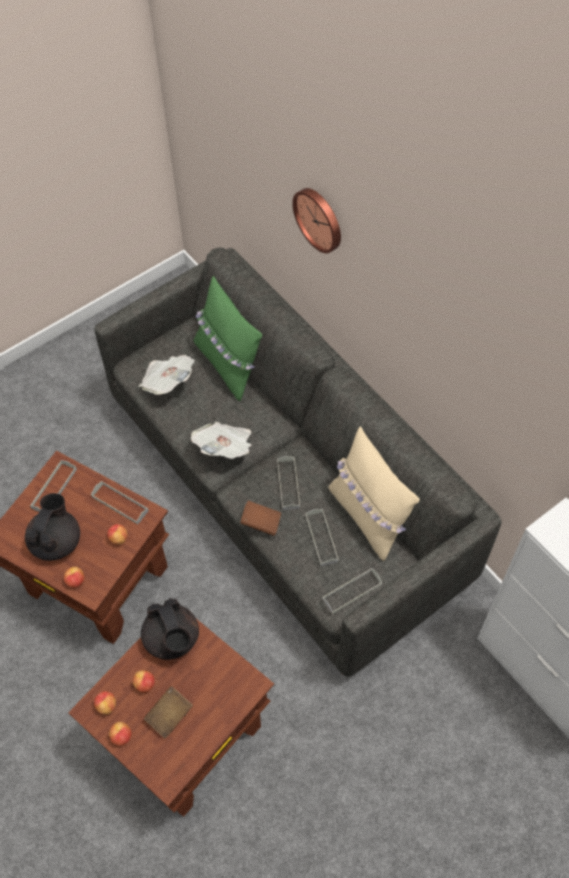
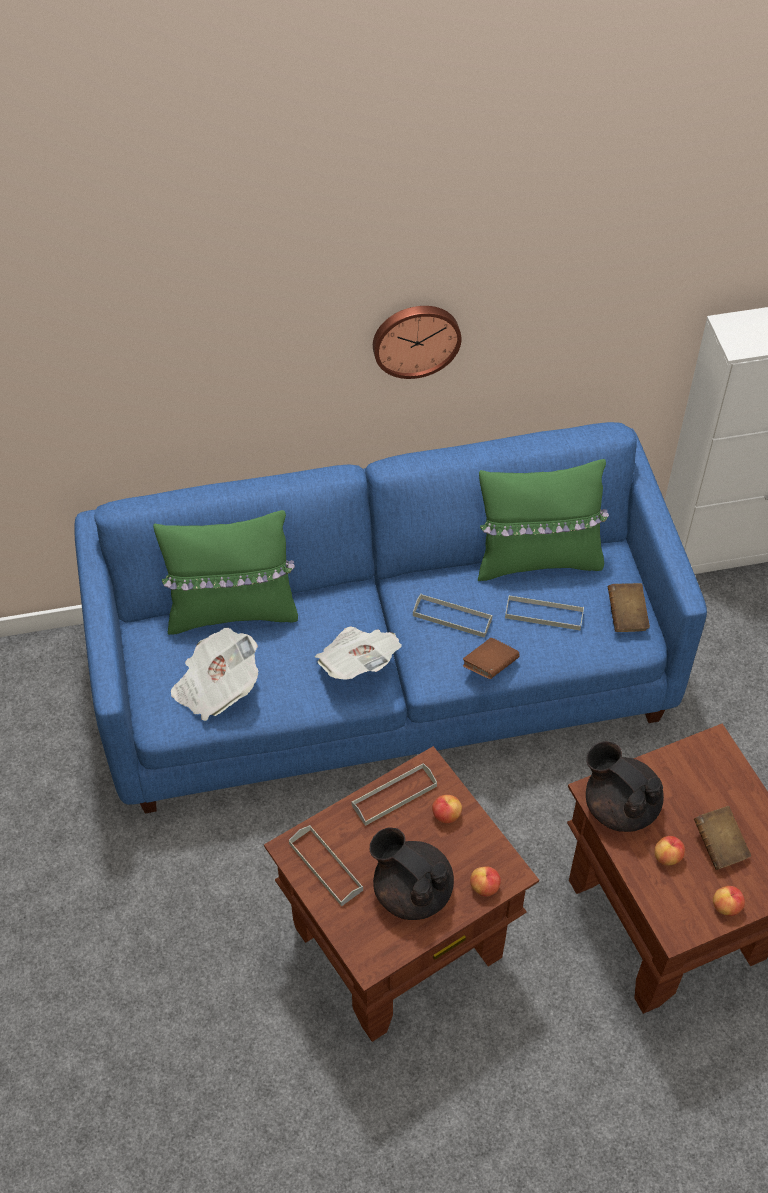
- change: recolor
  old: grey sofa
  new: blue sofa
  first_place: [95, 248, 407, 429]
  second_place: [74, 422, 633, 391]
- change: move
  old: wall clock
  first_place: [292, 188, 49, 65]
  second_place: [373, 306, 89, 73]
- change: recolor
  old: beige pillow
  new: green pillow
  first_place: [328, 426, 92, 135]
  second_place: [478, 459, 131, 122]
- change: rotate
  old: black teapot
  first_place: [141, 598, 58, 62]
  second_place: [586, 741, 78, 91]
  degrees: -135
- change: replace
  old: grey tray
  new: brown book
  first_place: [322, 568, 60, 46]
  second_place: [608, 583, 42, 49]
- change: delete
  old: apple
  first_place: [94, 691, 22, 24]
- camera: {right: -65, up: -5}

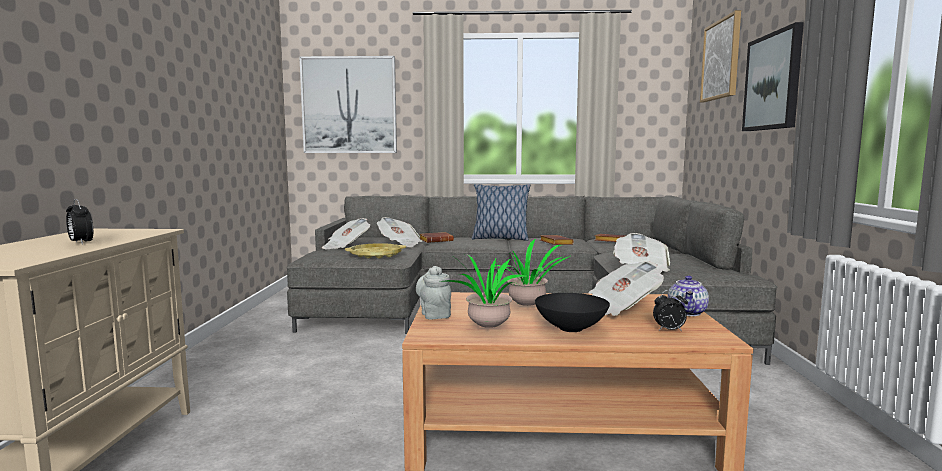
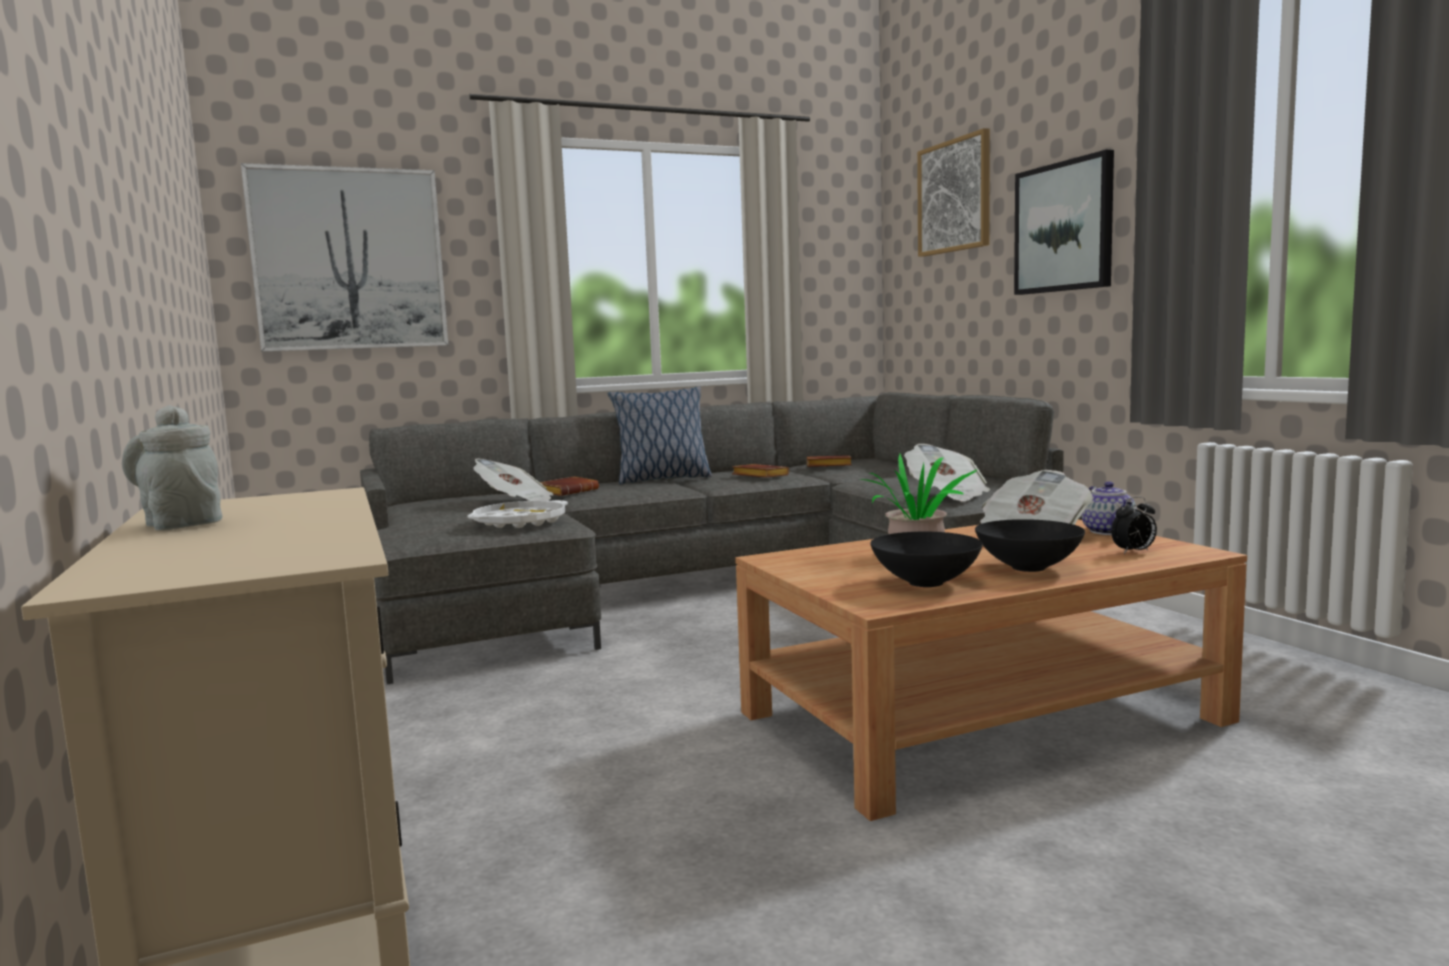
- change: move
  old: grey teapot
  first_place: [416, 266, 35, 53]
  second_place: [122, 405, 100, 126]
- change: recolor
  old: yellow tray
  new: white tray
  first_place: [345, 243, 61, 16]
  second_place: [467, 500, 101, 28]
- change: replace
  old: potted plant
  new: black bowl
  first_place: [439, 255, 87, 73]
  second_place: [870, 532, 113, 55]
- change: delete
  old: alarm clock
  first_place: [66, 199, 27, 46]
- change: delete
  old: newspaper
  first_place: [322, 218, 48, 31]
- camera: {right: -25, up: 0}

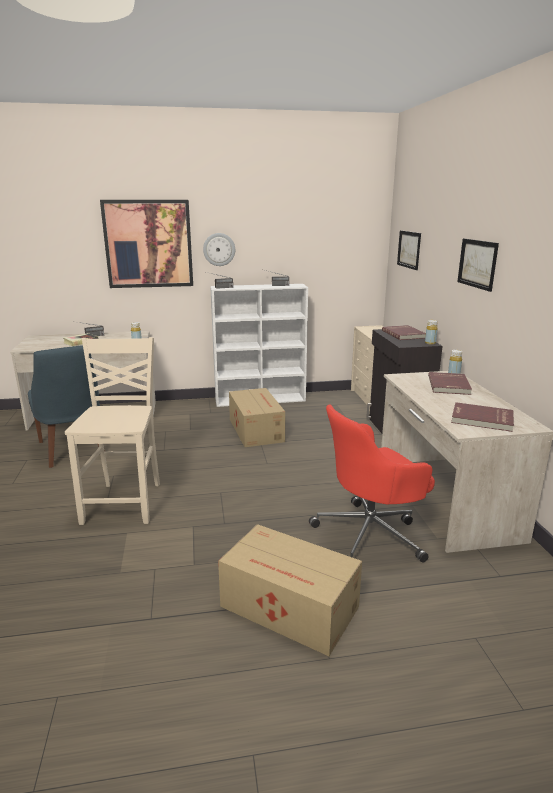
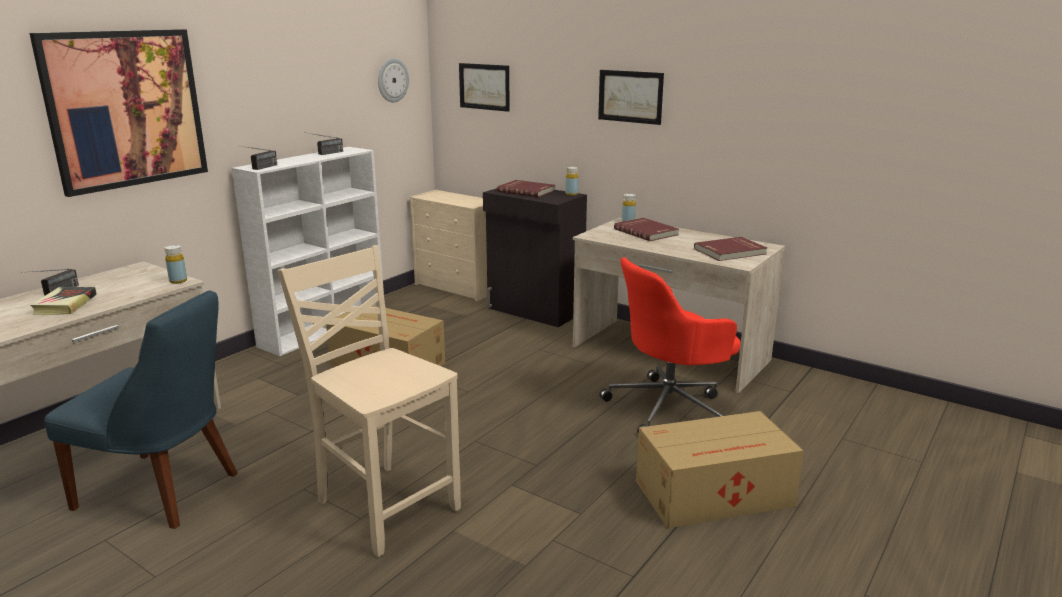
- change: move
  old: wall clock
  first_place: [203, 233, 32, 33]
  second_place: [378, 58, 31, 44]
- change: rotate
  old: red office chair
  first_place: [309, 405, 126, 158]
  second_place: [599, 257, 142, 177]
  degrees: 45
- camera: {right: -45, up: 0}

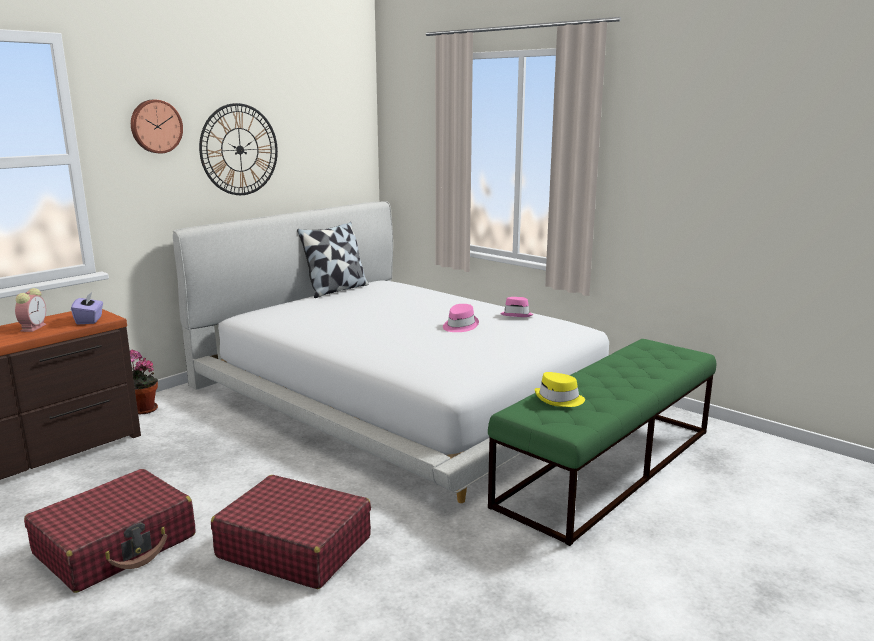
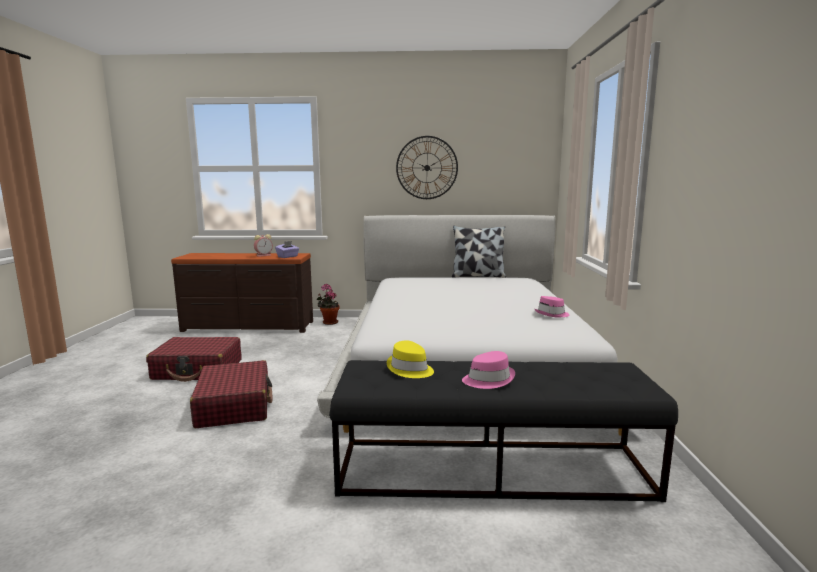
- change: recolor
  old: green bench
  new: black bench
  first_place: [488, 339, 228, 207]
  second_place: [329, 360, 349, 142]
- change: move
  old: pink hat
  first_place: [443, 304, 36, 28]
  second_place: [462, 351, 53, 38]
- change: delete
  old: wall clock
  first_place: [131, 100, 52, 53]
- camera: {right: 50, up: -5}

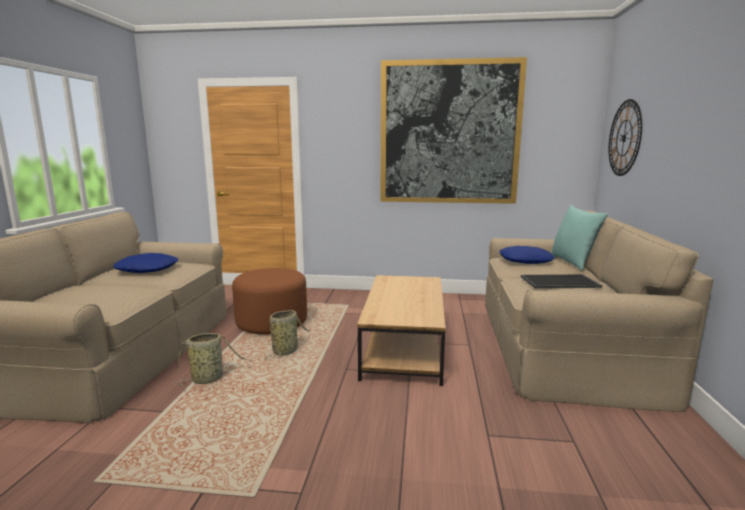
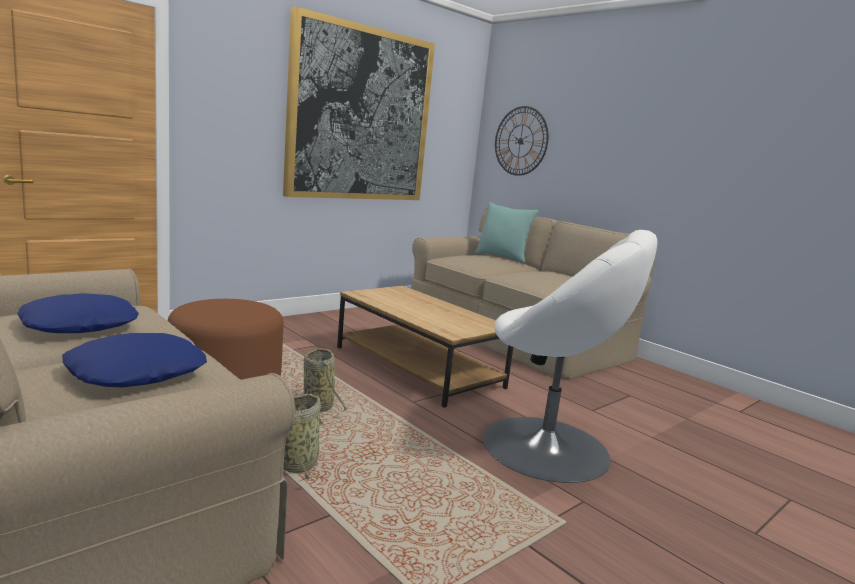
- change: move
  old: blue pillow
  first_place: [500, 246, 55, 18]
  second_place: [62, 333, 145, 54]
- change: insert
  new: white armchair
  second_place: [483, 230, 174, 253]
- change: delete
  old: tray
  first_place: [521, 274, 81, 15]
- camera: {right: -50, up: 0}

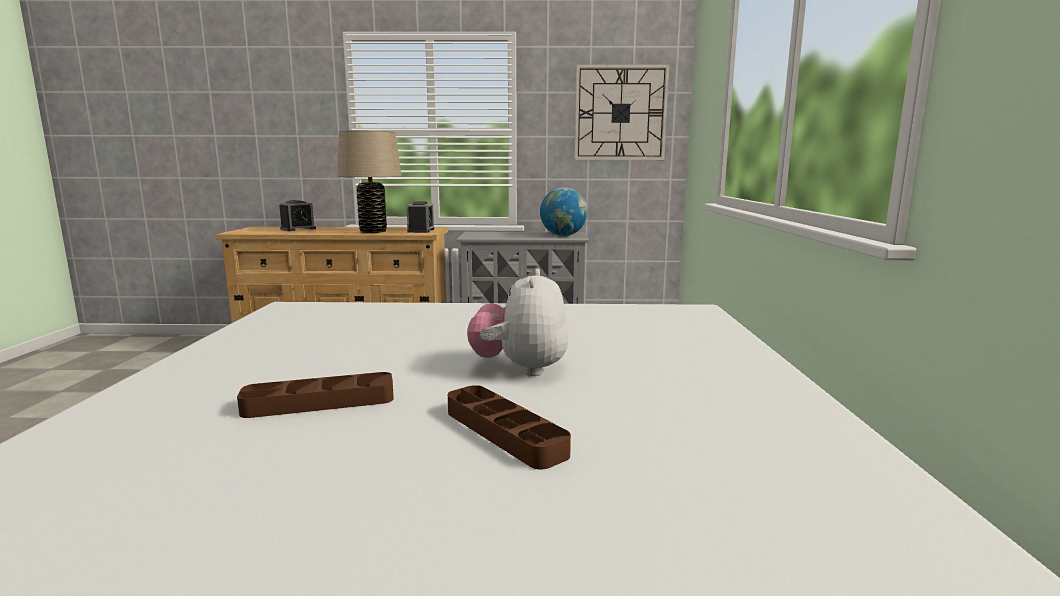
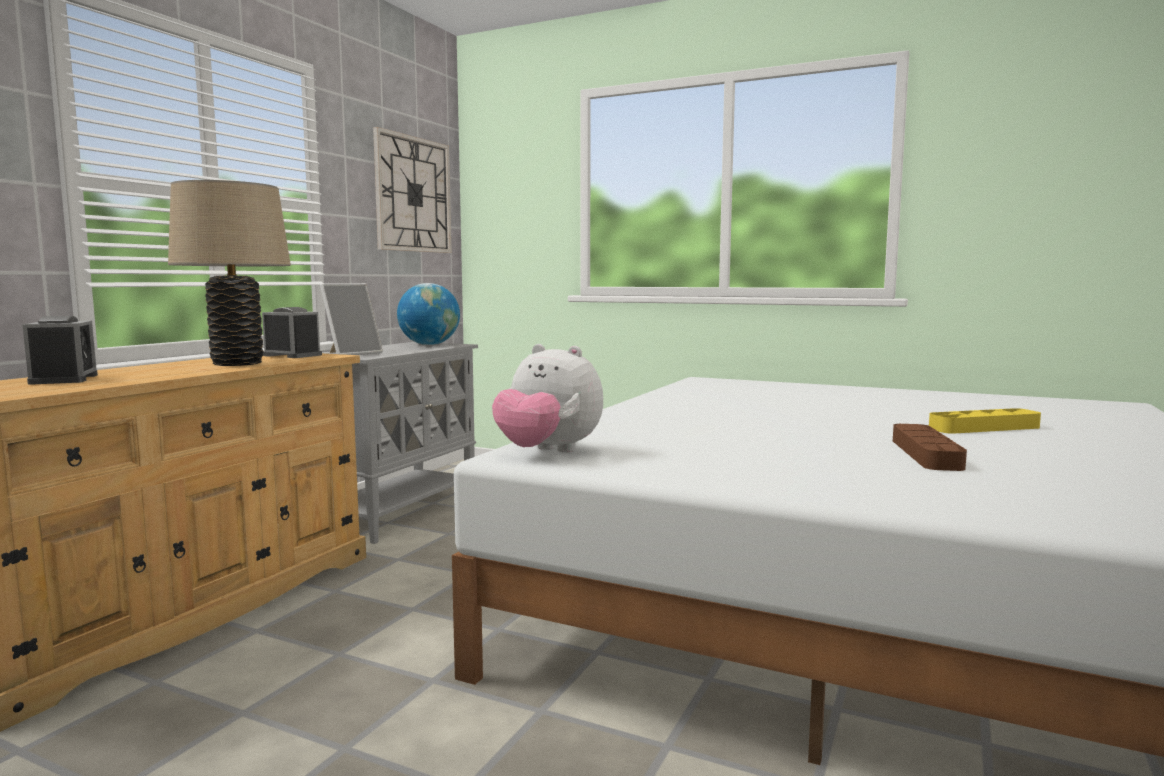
- change: insert
  new: picture frame
  second_place: [320, 283, 63, 72]
- change: move
  old: plush toy
  first_place: [467, 268, 101, 108]
  second_place: [492, 344, 111, 109]
- change: recolor
  old: brown tray
  new: yellow tray
  first_place: [448, 385, 123, 84]
  second_place: [929, 408, 112, 26]
- camera: {right: -65, up: -5}

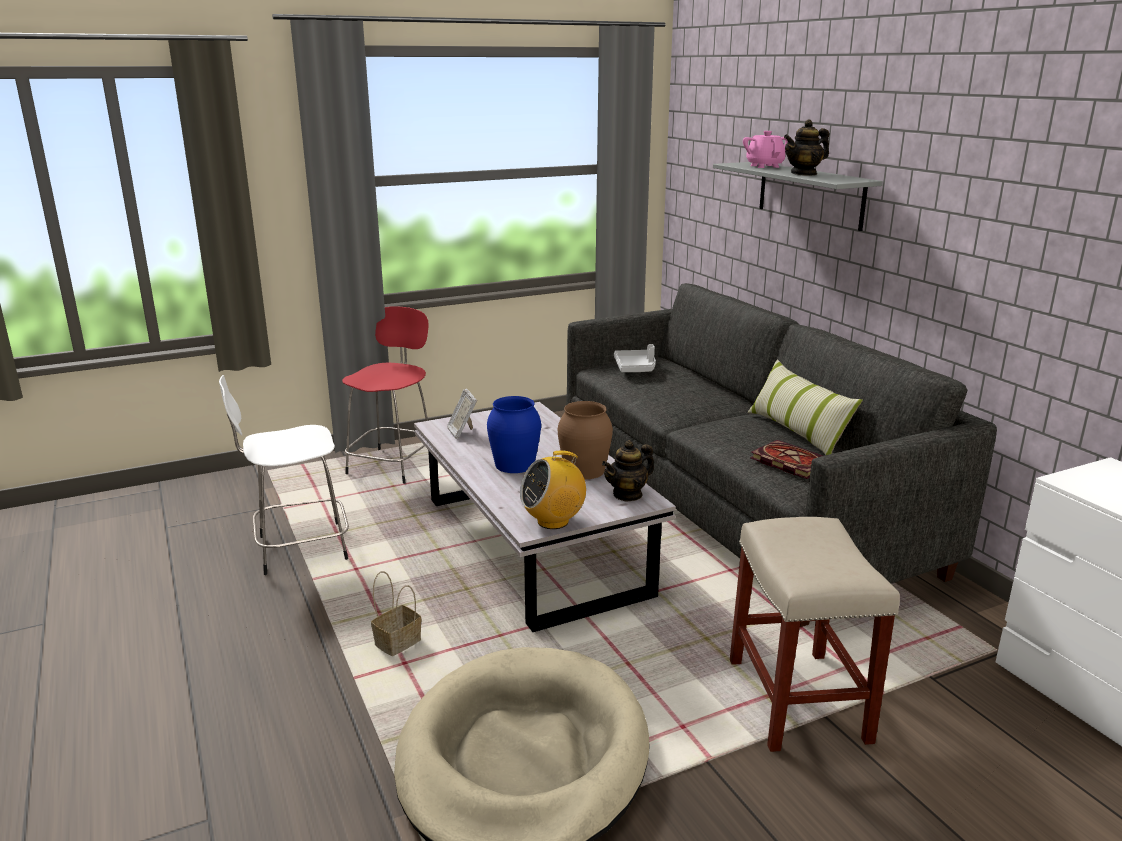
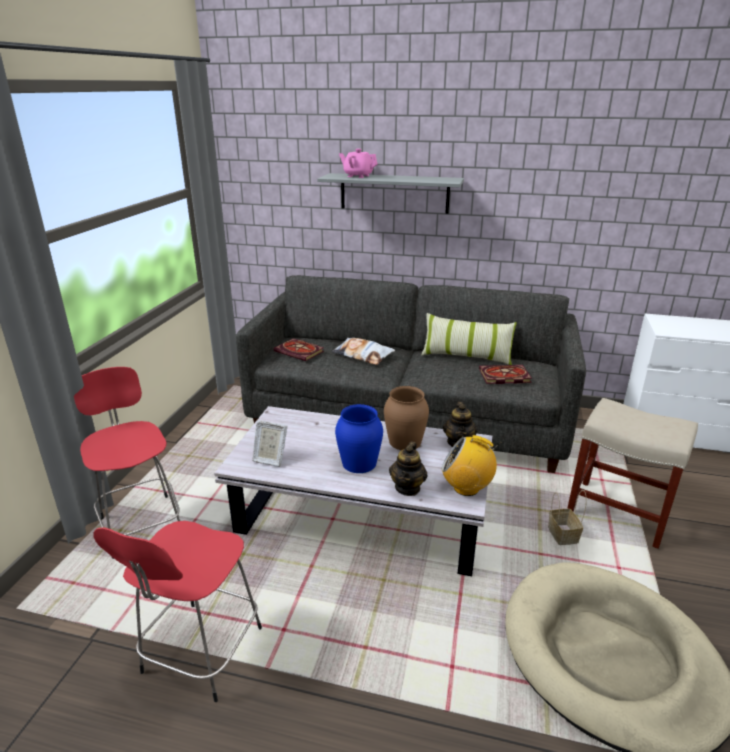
- change: recolor
  old: white stool
  new: red stool
  first_place: [219, 375, 130, 200]
  second_place: [93, 521, 169, 181]
- change: replace
  old: grey tray
  new: book
  first_place: [614, 344, 42, 28]
  second_place: [274, 338, 50, 23]
- change: insert
  new: pillow
  second_place: [331, 338, 64, 27]
- change: move
  old: teapot
  first_place: [784, 119, 45, 57]
  second_place: [389, 441, 39, 55]
- change: rotate
  old: radio
  first_place: [520, 450, 66, 79]
  second_place: [441, 435, 61, 61]
  degrees: 90
- change: move
  old: basket
  first_place: [371, 571, 50, 85]
  second_place: [548, 490, 39, 55]
- camera: {right: -50, up: 5}

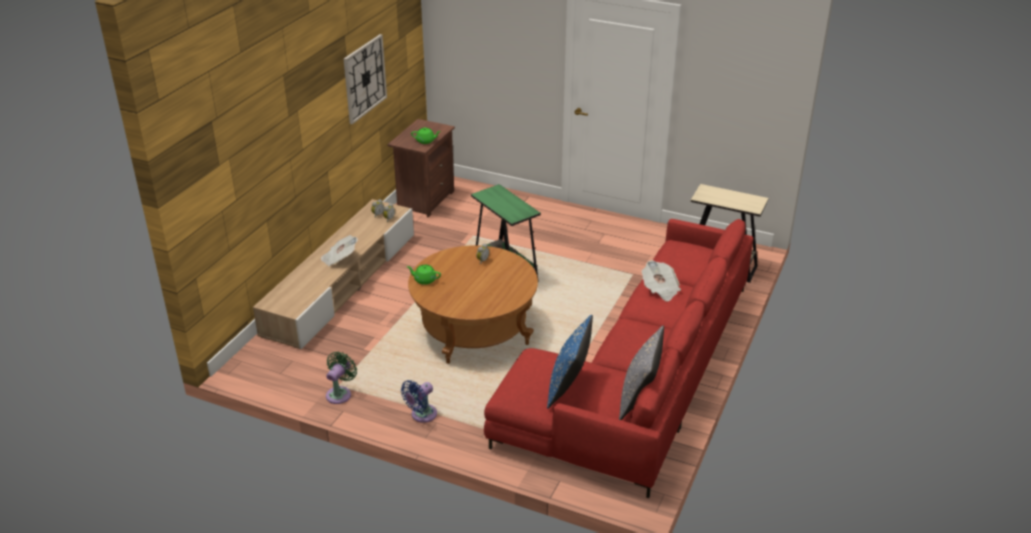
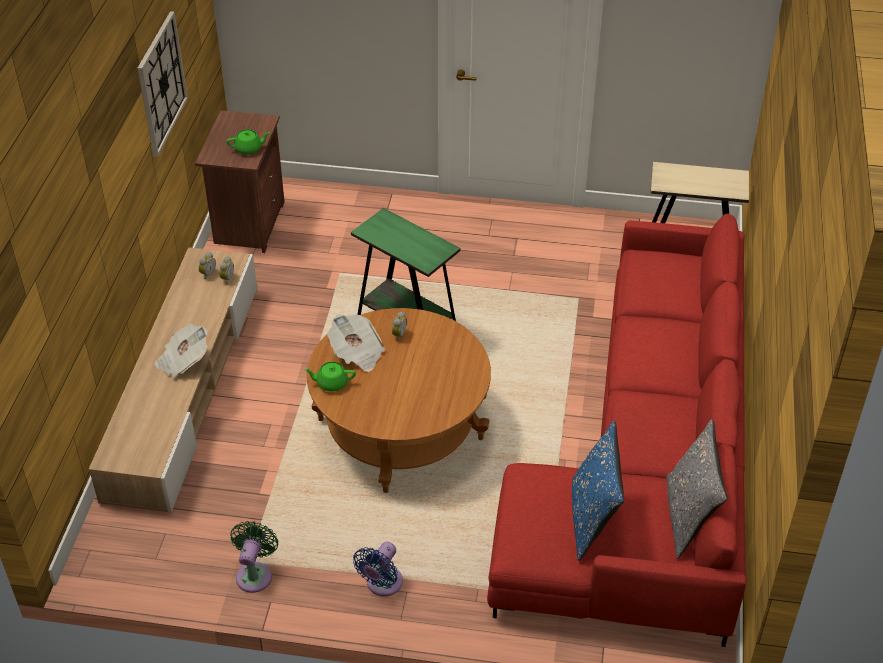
- change: move
  old: newspaper
  first_place: [642, 260, 39, 42]
  second_place: [327, 314, 58, 58]
- camera: {right: -15, up: 10}

